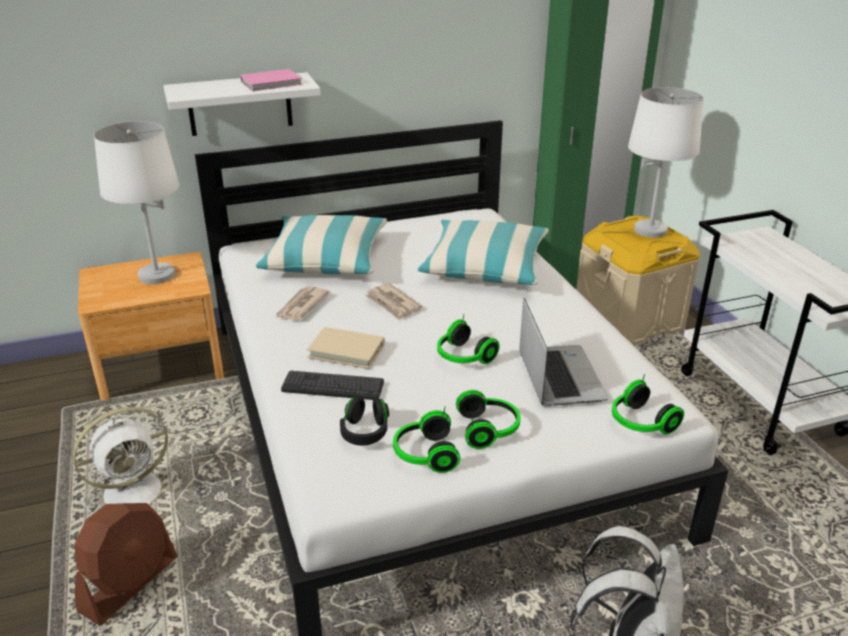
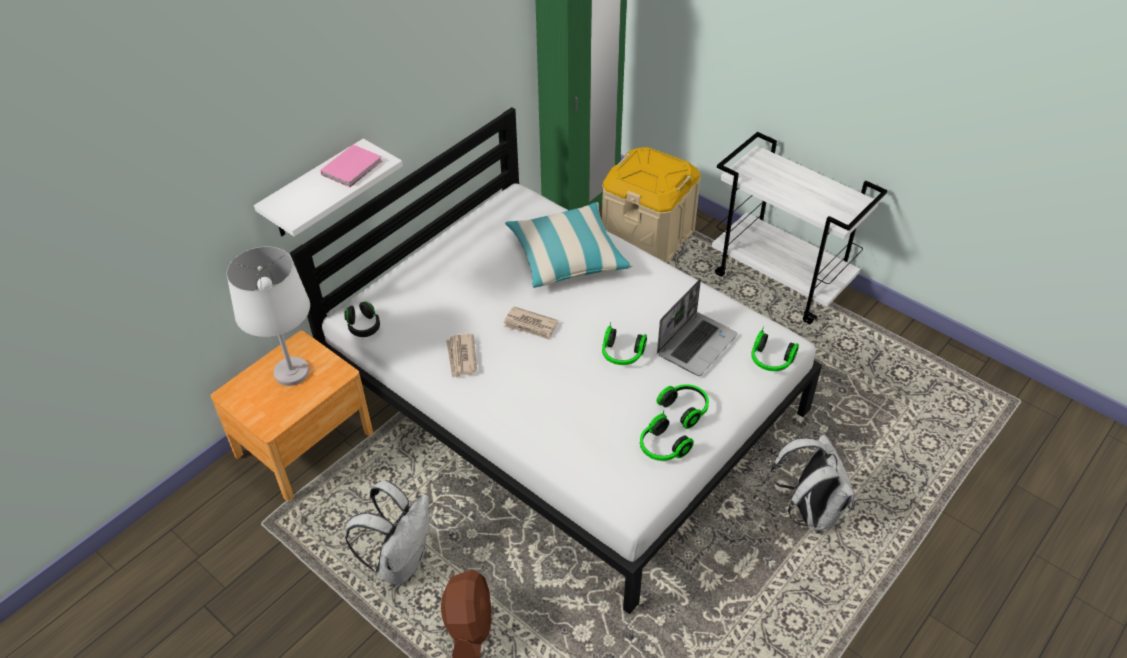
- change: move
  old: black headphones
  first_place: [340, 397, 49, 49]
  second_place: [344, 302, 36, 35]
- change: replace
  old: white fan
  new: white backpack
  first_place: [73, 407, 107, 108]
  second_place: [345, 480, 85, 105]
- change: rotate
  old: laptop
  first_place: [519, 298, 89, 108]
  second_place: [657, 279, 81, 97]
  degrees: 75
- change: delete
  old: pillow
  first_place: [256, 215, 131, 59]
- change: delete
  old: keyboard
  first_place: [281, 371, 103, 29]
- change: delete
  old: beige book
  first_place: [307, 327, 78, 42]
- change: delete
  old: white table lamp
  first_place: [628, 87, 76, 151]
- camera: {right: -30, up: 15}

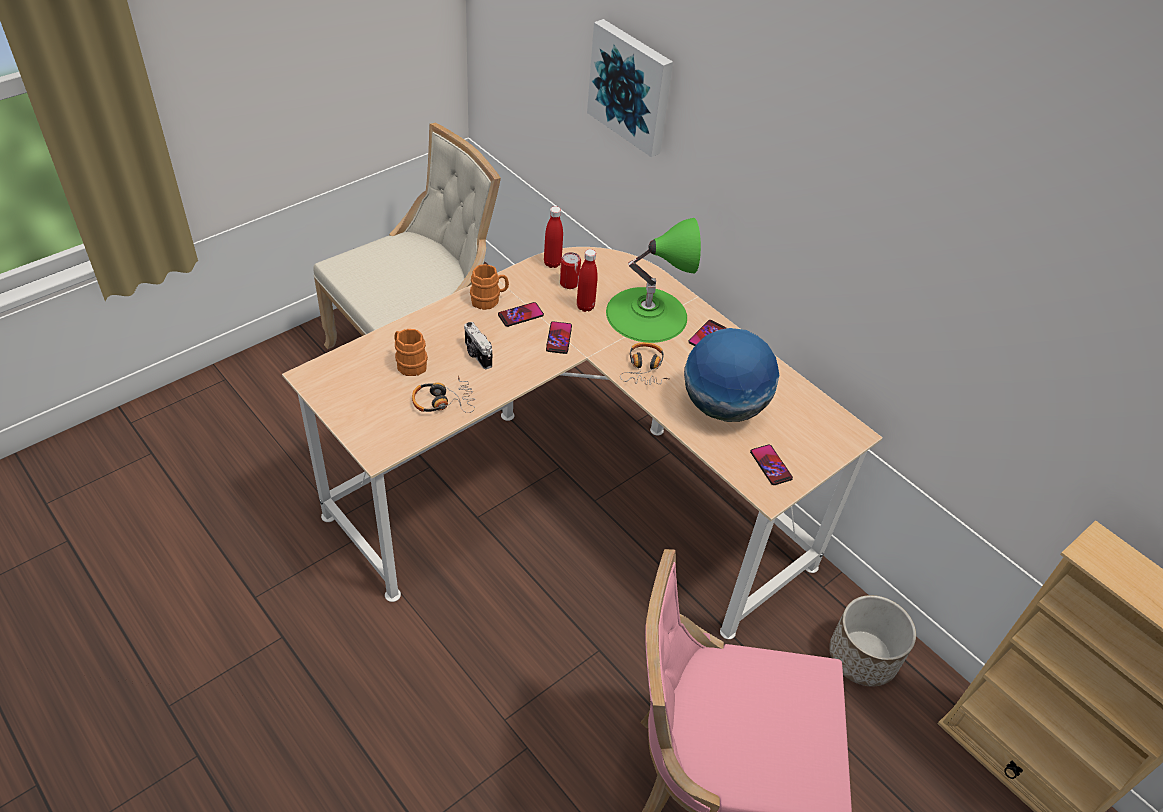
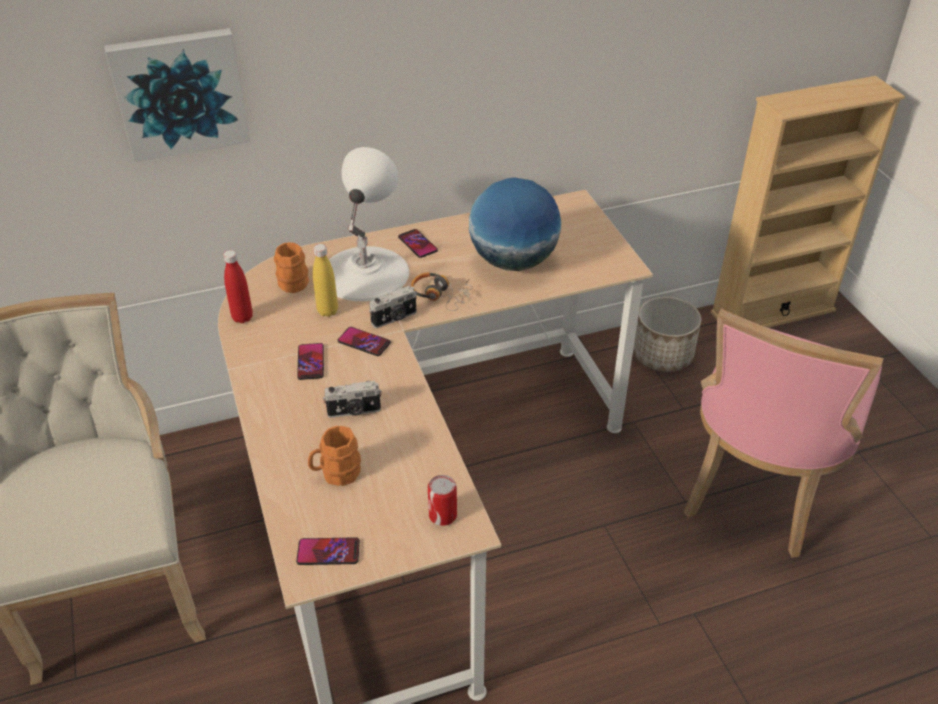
- change: move
  old: orange mug
  first_place: [470, 264, 39, 46]
  second_place: [274, 242, 35, 51]
- change: move
  old: phone
  first_place: [750, 445, 43, 40]
  second_place: [296, 537, 64, 28]
- change: recolor
  old: red bottle
  new: yellow bottle
  first_place: [577, 249, 21, 63]
  second_place: [313, 244, 25, 73]
- change: recolor
  old: green table lamp
  new: white table lamp
  first_place: [606, 218, 95, 125]
  second_place: [329, 147, 80, 154]
- change: insert
  new: photo camera
  second_place: [369, 286, 48, 42]
- change: move
  old: can
  first_place: [560, 252, 21, 37]
  second_place: [428, 475, 29, 51]
- change: delete
  old: headphones
  first_place: [412, 376, 64, 37]
- camera: {right: -65, up: -5}

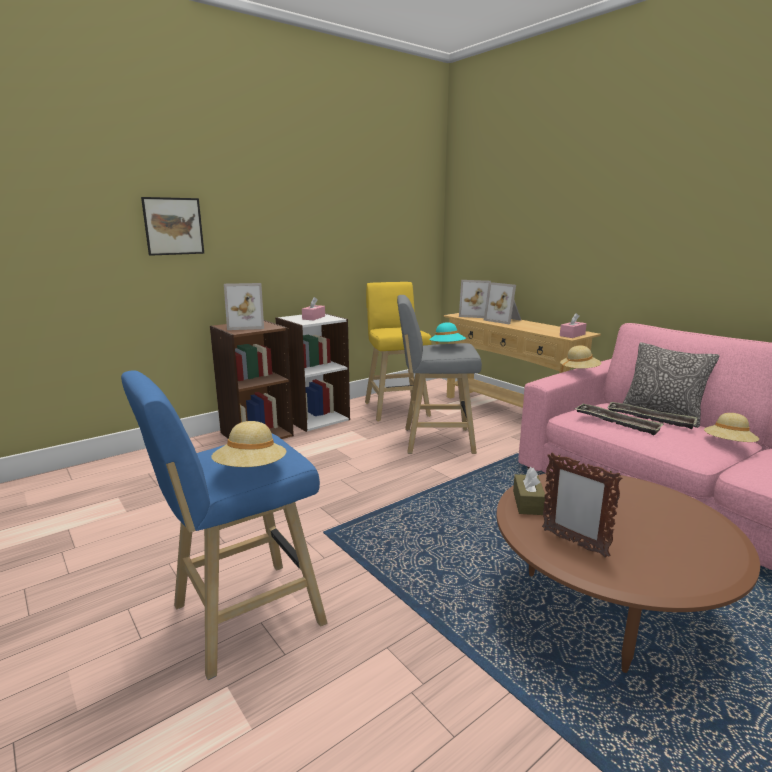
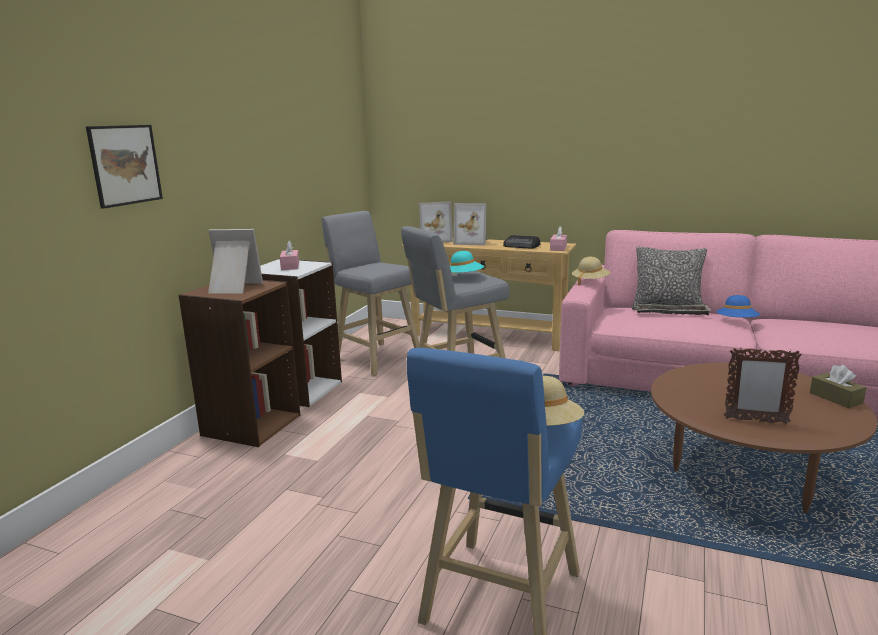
- change: rotate
  old: picture frame
  first_place: [224, 283, 40, 47]
  second_place: [208, 229, 55, 65]
  degrees: -135
- change: recolor
  old: yellow stool
  new: grey stool
  first_place: [365, 282, 67, 139]
  second_place: [322, 211, 97, 165]
- change: insert
  new: radio
  second_place: [503, 235, 37, 14]
- change: recolor
  old: beige hat
  new: blue hat
  first_place: [704, 413, 55, 29]
  second_place: [716, 295, 44, 22]
- change: move
  old: brown tissue box
  first_place: [513, 467, 33, 48]
  second_place: [810, 365, 56, 43]
- change: delete
  old: tray
  first_place: [575, 404, 89, 31]
- camera: {right: -30, up: 0}

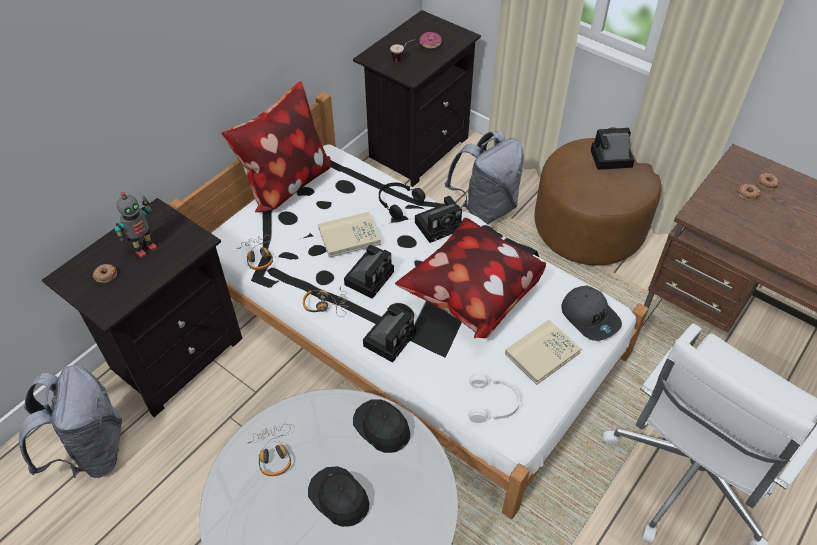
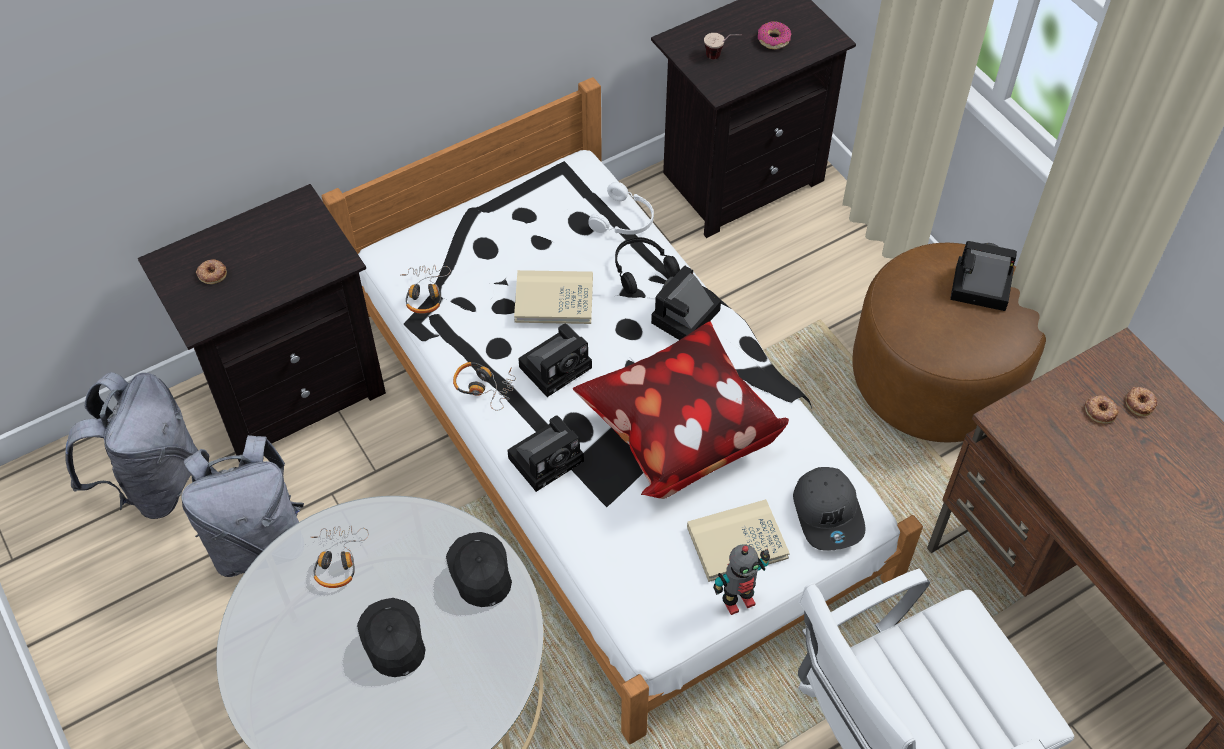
- change: move
  old: grey backpack
  first_place: [445, 131, 79, 93]
  second_place: [181, 435, 123, 142]
- change: move
  old: white headphones
  first_place: [468, 373, 52, 50]
  second_place: [589, 182, 65, 53]
- change: rotate
  old: photo camera
  first_place: [415, 196, 47, 47]
  second_place: [651, 266, 70, 74]
  degrees: 135
- change: move
  old: toy robot
  first_place: [114, 192, 44, 66]
  second_place: [713, 544, 57, 71]
- change: delete
  old: pillow
  first_place: [221, 81, 110, 131]
- camera: {right: 20, up: 5}

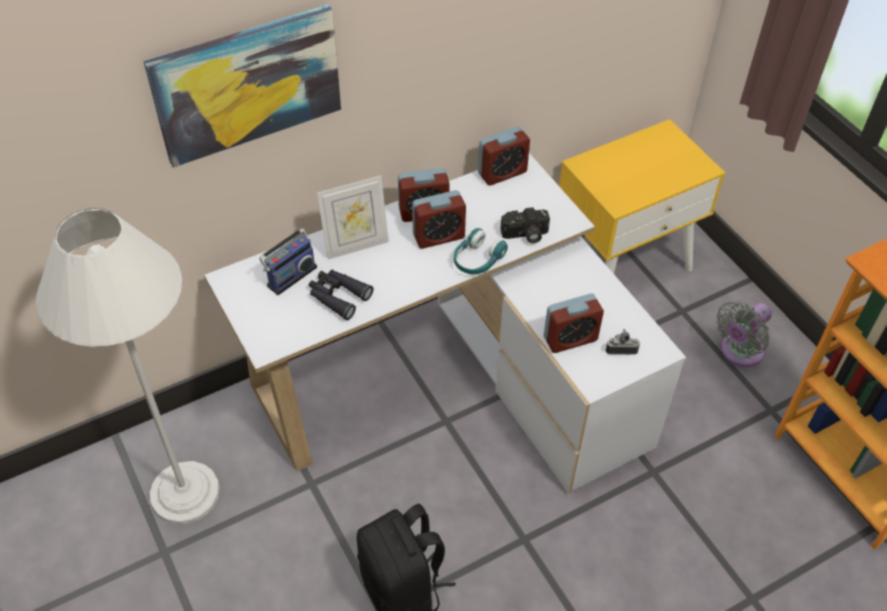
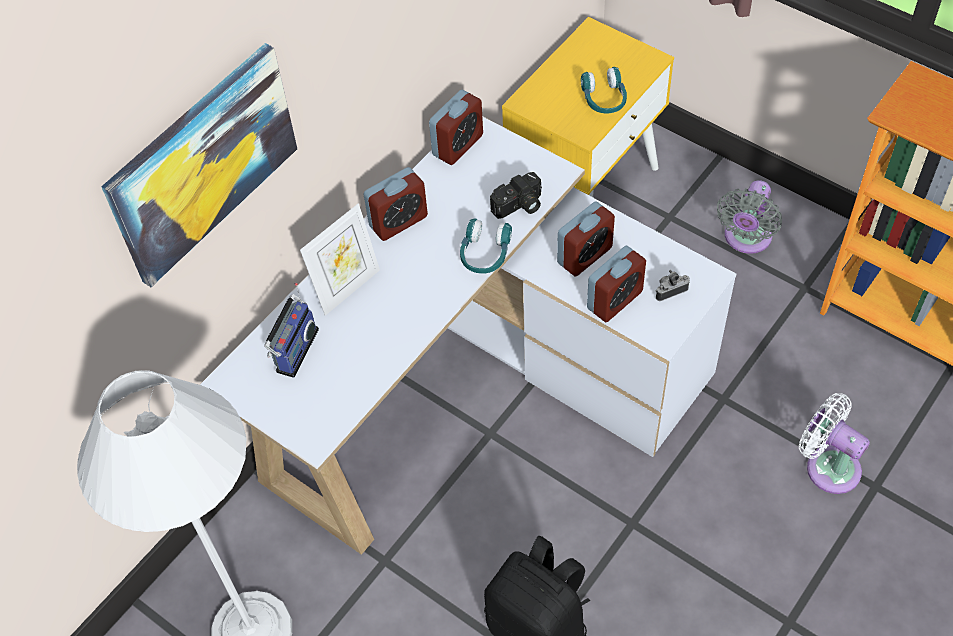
- change: move
  old: alarm clock
  first_place: [412, 190, 54, 59]
  second_place: [557, 201, 58, 76]
- change: insert
  new: turquoise headphones
  second_place: [581, 67, 46, 47]
- change: insert
  new: white fan
  second_place: [799, 393, 71, 101]
- change: delete
  old: black binoculars
  first_place: [309, 270, 64, 50]
- camera: {right: -20, up: 5}

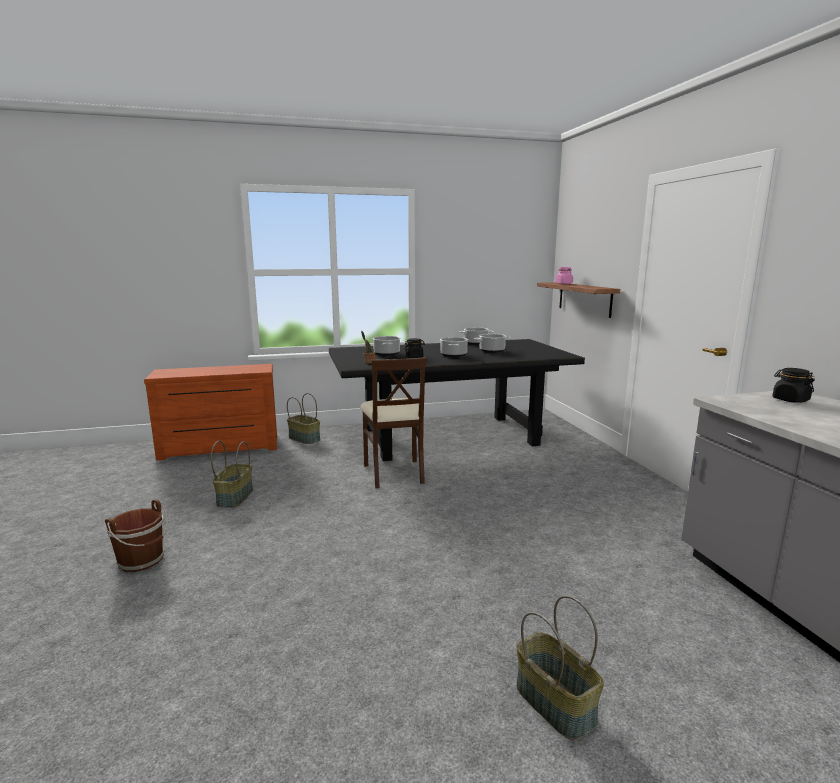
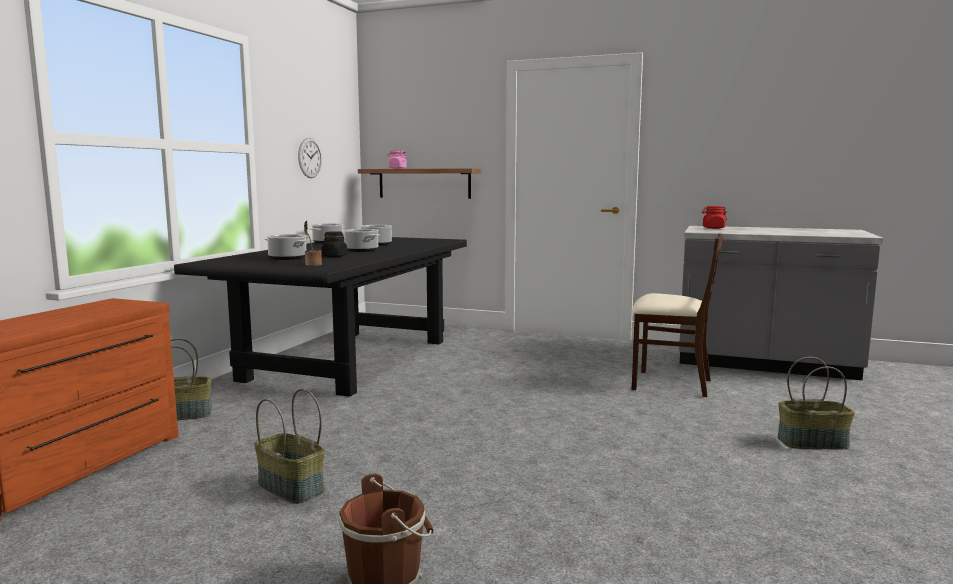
- change: insert
  new: wall clock
  second_place: [298, 138, 24, 40]
- change: move
  old: beige chair
  first_place: [360, 357, 67, 131]
  second_place: [632, 233, 91, 164]
- change: recolor
  old: black jar
  new: red jar
  first_place: [772, 368, 43, 35]
  second_place: [703, 206, 24, 23]
- camera: {right: -55, up: -5}

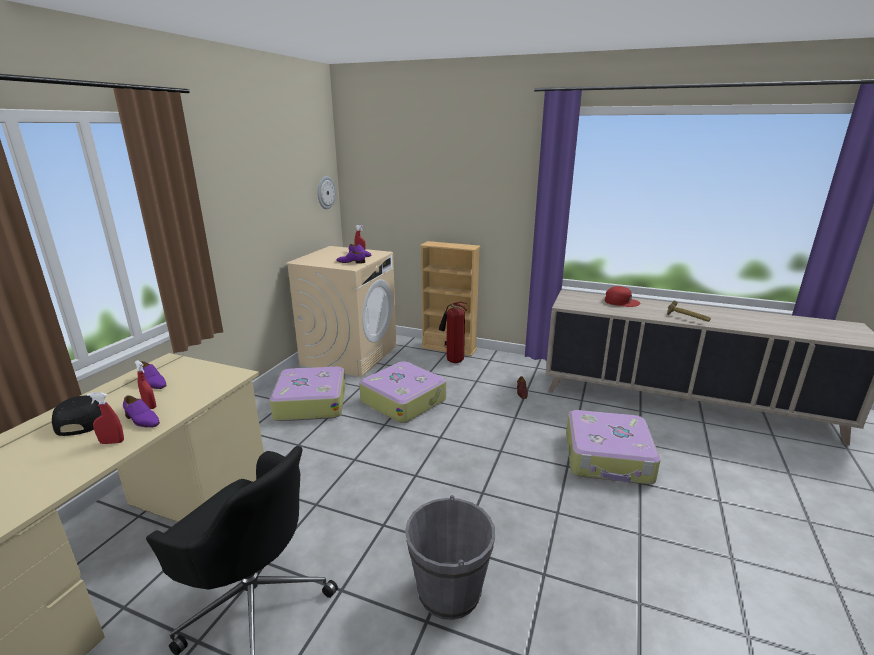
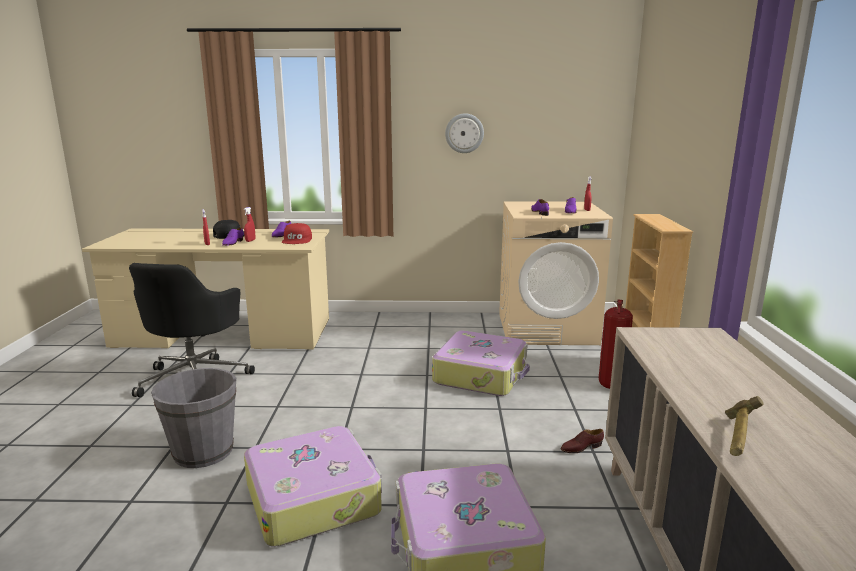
- change: move
  old: suitcase
  first_place: [270, 367, 76, 54]
  second_place: [244, 426, 138, 121]
- change: move
  old: red cap
  first_place: [605, 286, 35, 21]
  second_place: [282, 223, 30, 21]
- change: move
  old: wall clock
  first_place: [317, 176, 19, 33]
  second_place: [445, 113, 39, 40]
- camera: {right: 70, up: -5}

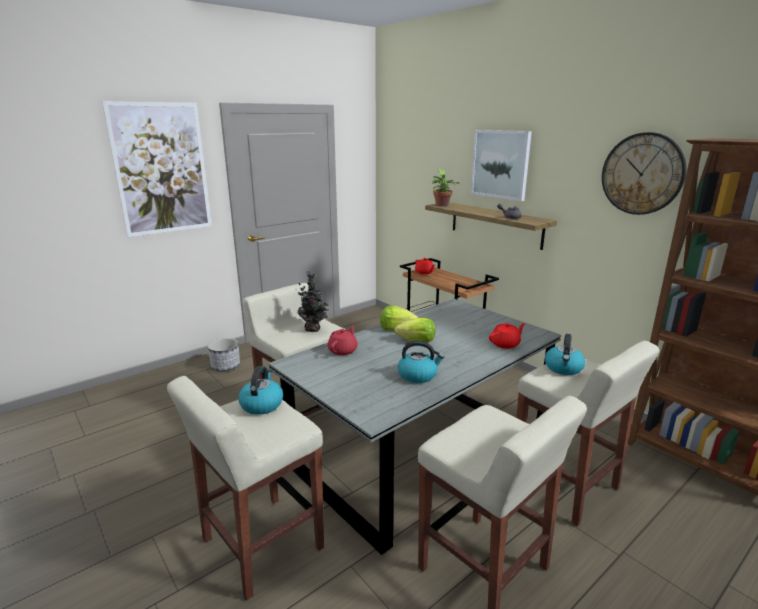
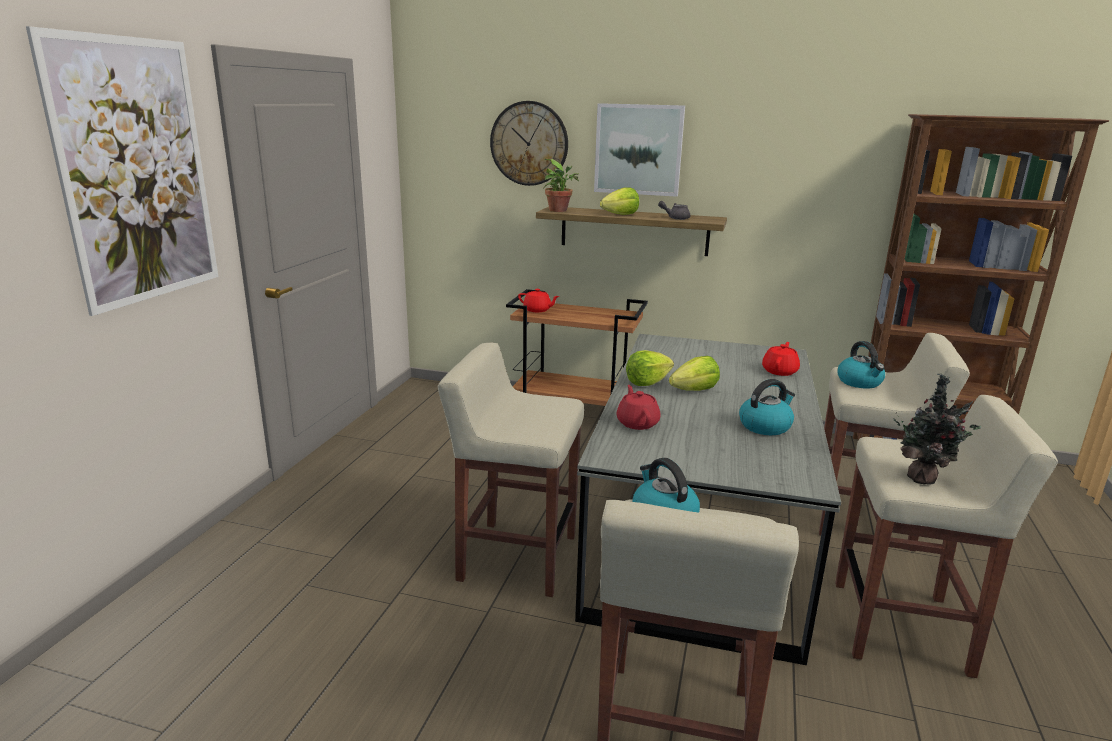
- change: move
  old: wall clock
  first_place: [602, 132, 85, 83]
  second_place: [490, 101, 78, 85]
- change: insert
  new: lettuce
  second_place: [600, 187, 39, 28]
- change: move
  old: potted plant
  first_place: [298, 271, 31, 61]
  second_place: [893, 374, 88, 111]
- change: delete
  old: planter
  first_place: [208, 338, 32, 33]
- camera: {right: -35, up: 0}

